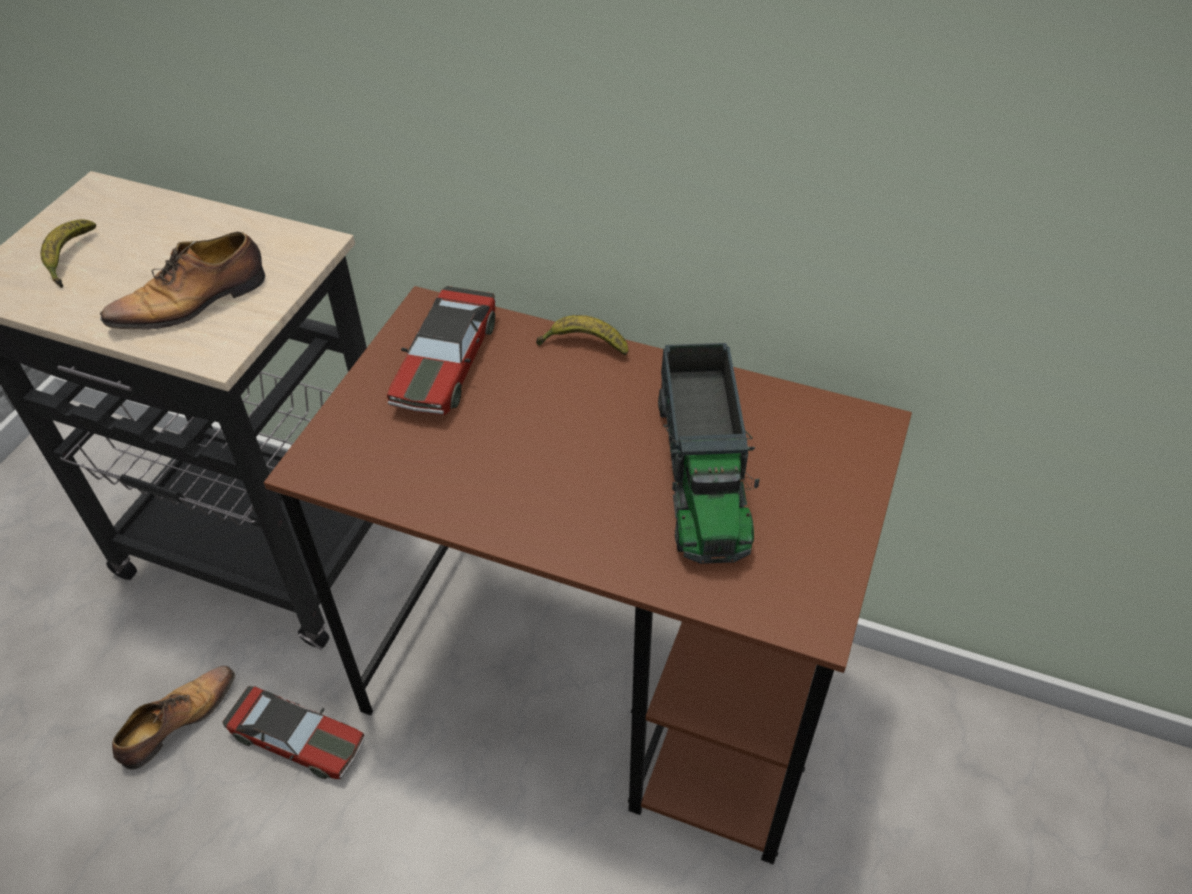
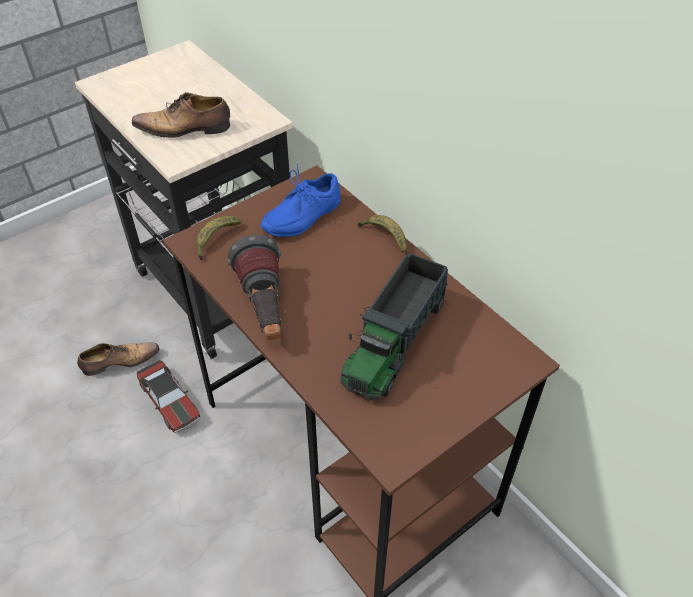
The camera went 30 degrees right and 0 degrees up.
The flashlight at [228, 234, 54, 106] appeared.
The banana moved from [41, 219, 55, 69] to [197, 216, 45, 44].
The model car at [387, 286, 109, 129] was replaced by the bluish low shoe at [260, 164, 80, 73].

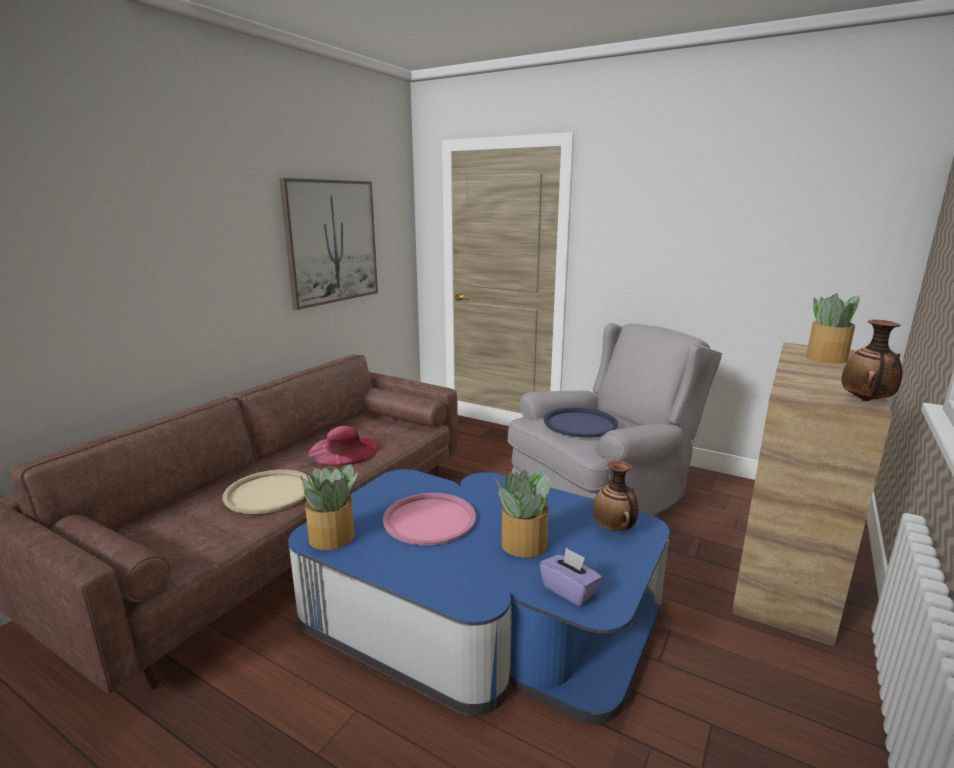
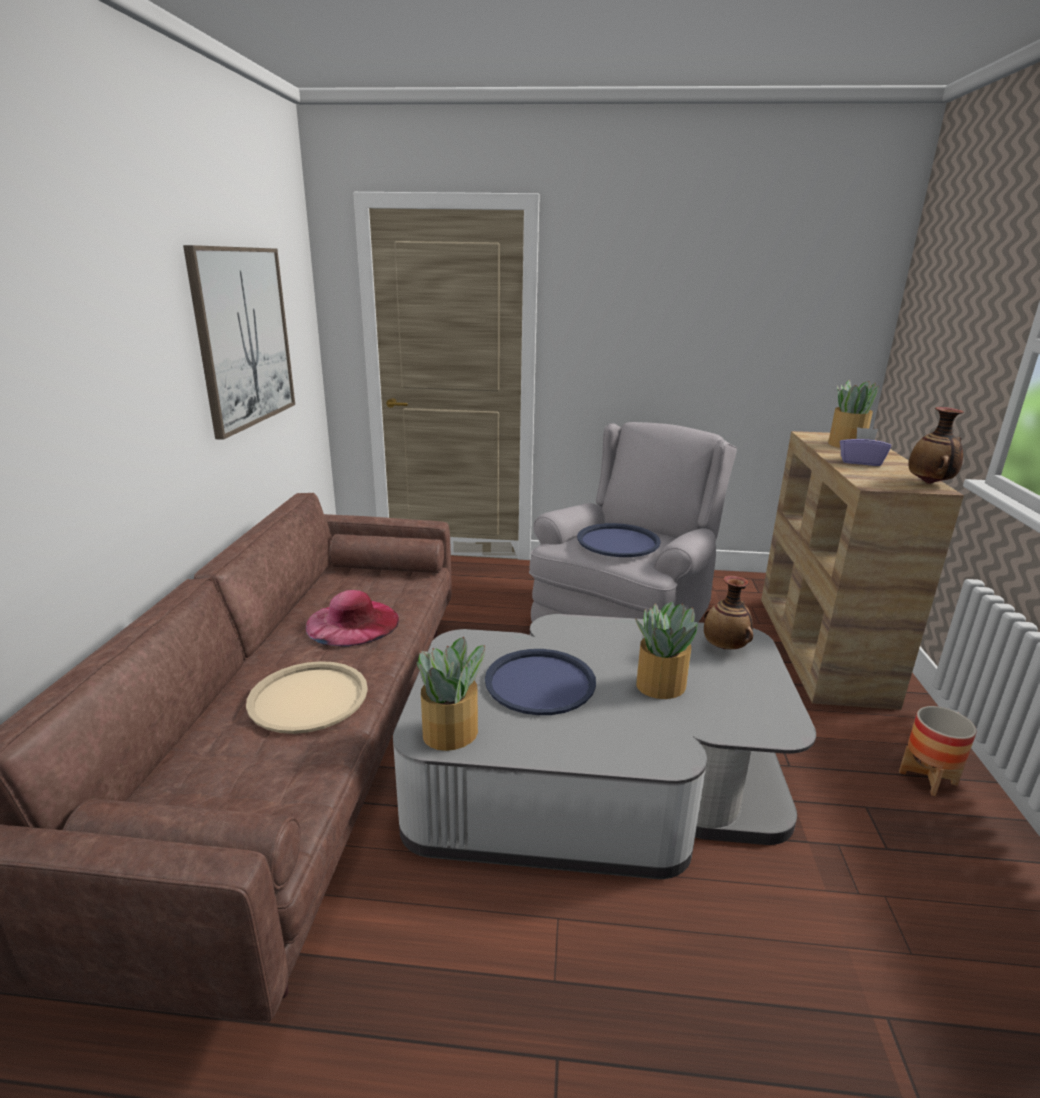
The camera went 25 degrees left and 5 degrees up.
The plant pot at [899, 706, 77, 90] appeared.
The purple box of tissues moved from [540, 547, 62, 59] to [840, 427, 51, 39].
The bluish lounge table at [288, 469, 382, 255] became the greyish lounge table at [393, 614, 423, 265].
The pink-coloured tray at [383, 493, 93, 53] became the bluish tray at [485, 649, 111, 66].

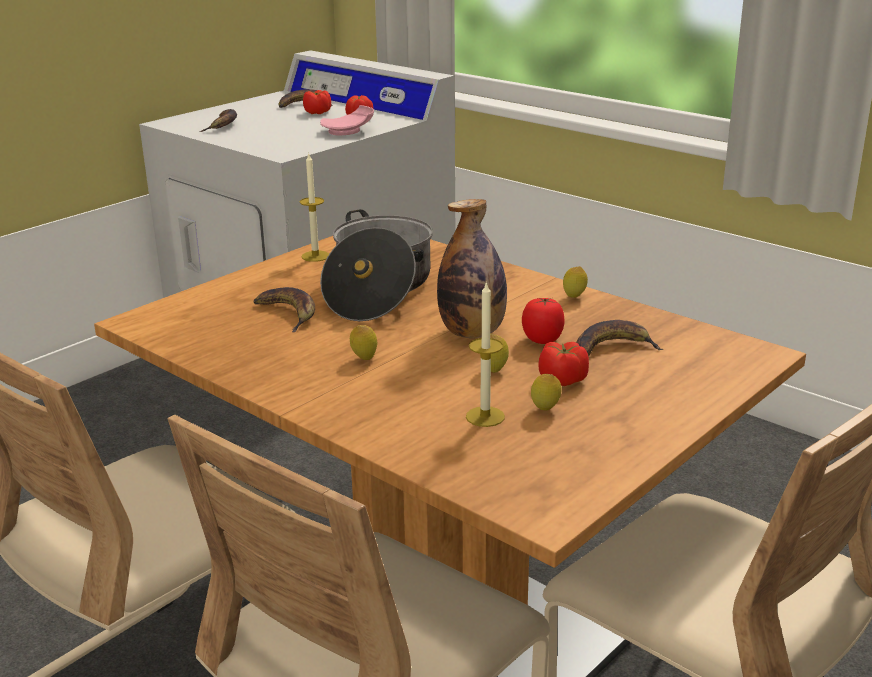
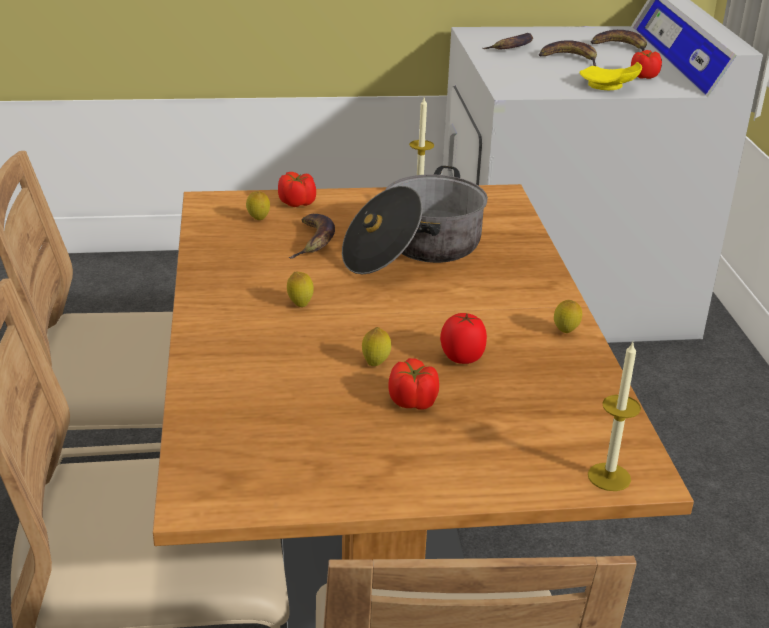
The camera went 40 degrees right and 5 degrees up.
The beverage bottle at [437, 199, 70, 139] disappeared.
The tomato moved from [303, 90, 28, 24] to [278, 172, 38, 35].
The wax light moved from [466, 281, 39, 146] to [588, 342, 53, 149].
The lemon moved from [531, 374, 31, 37] to [246, 191, 24, 29].
The banana moved from [576, 320, 87, 37] to [539, 40, 58, 26].
The pink-coloured flat dish at [320, 105, 54, 31] became the yellowish flat dish at [579, 62, 63, 29].

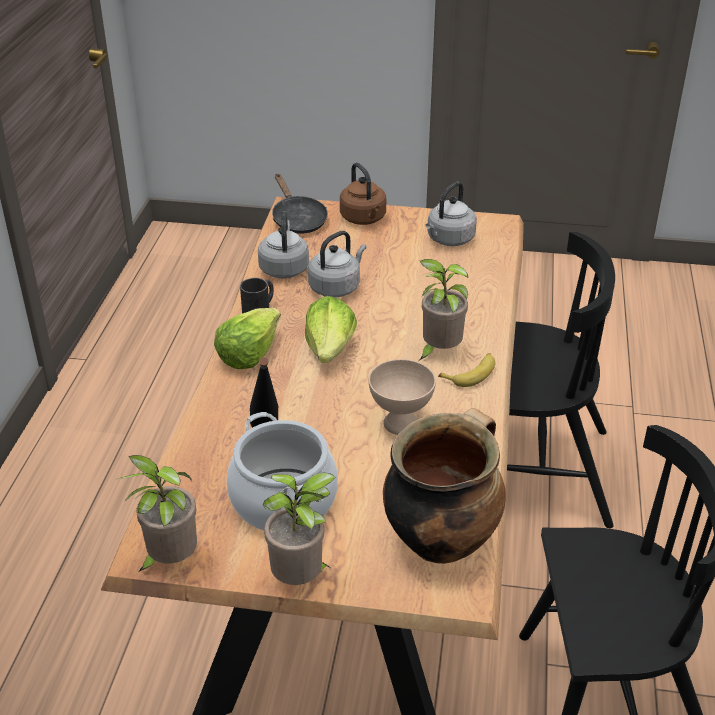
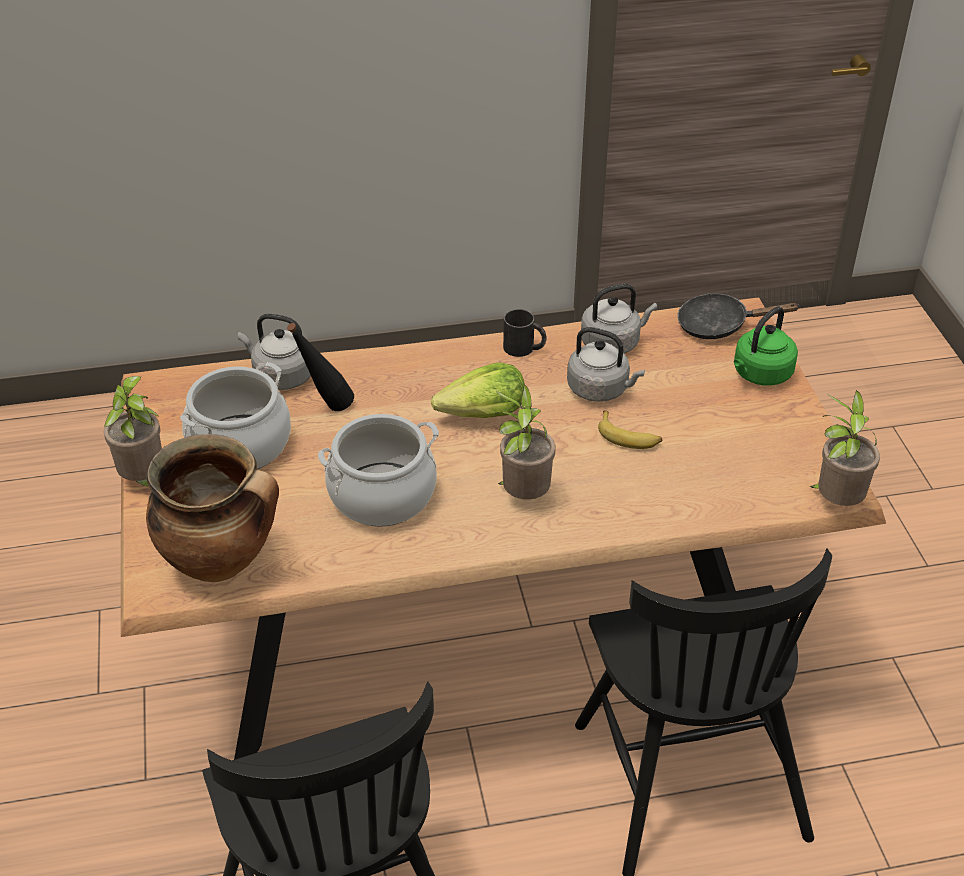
The camera went 70 degrees right and 5 degrees up.
The lettuce head at [214, 308, 67, 61] disappeared.
The plant in a pot moved from [118, 455, 79, 117] to [810, 390, 70, 116].
The greyish water kettle moved from [426, 181, 51, 65] to [238, 314, 73, 76].
The banana moved from [438, 353, 57, 34] to [598, 410, 64, 39].
The beige-coloured serving bowl at [369, 359, 67, 76] was replaced by the stockpot at [318, 414, 121, 113].
The brown water kettle at [340, 162, 46, 63] became the green-coloured water kettle at [734, 306, 64, 80].
The black-coloured skillet at [272, 174, 56, 60] turned 45 degrees clockwise.

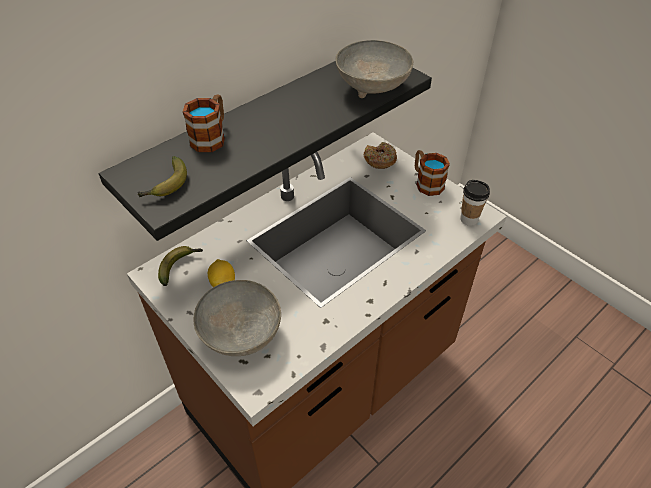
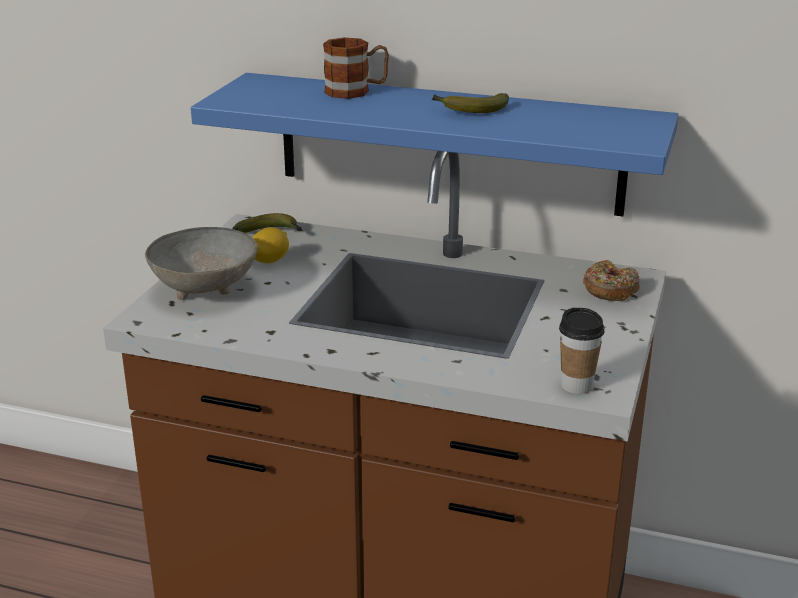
The camera went 60 degrees right and 20 degrees down.
The greyish serving bowl at [336, 40, 77, 58] disappeared.
The tea mug at [415, 150, 35, 46] disappeared.
The banana moved from [138, 156, 49, 41] to [431, 93, 78, 20].
The black-coloured bracket shelf at [99, 61, 333, 180] became the bluish bracket shelf at [191, 73, 488, 144].

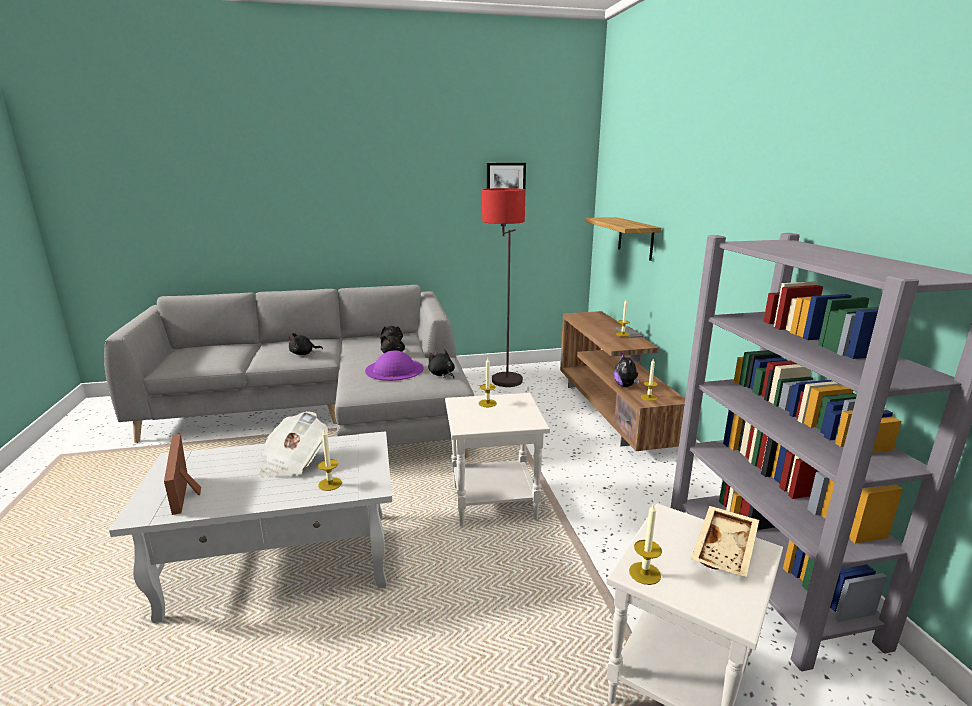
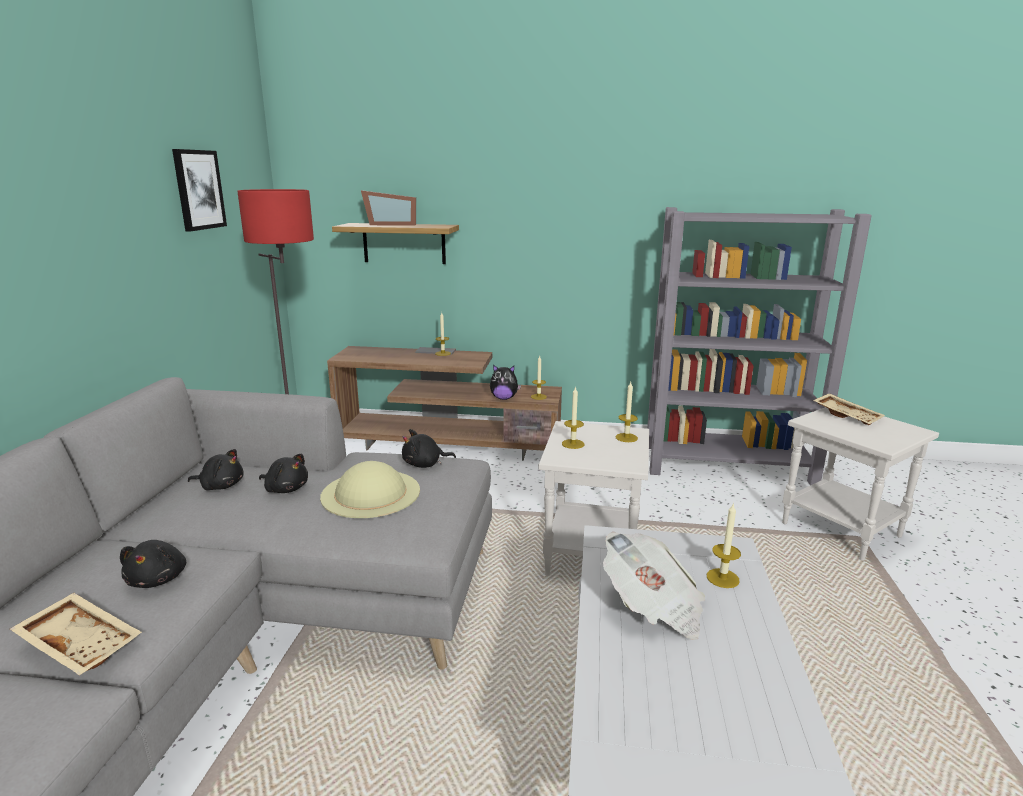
The camera went 70 degrees left and 0 degrees up.
The beige-coloured tray at [10, 593, 132, 83] appeared.
The picture frame moved from [164, 434, 37, 81] to [361, 190, 55, 35].
The wax light moved from [629, 503, 33, 82] to [616, 382, 22, 60].
The purple wearable hat at [365, 351, 59, 30] became the beige-coloured wearable hat at [320, 461, 100, 57].

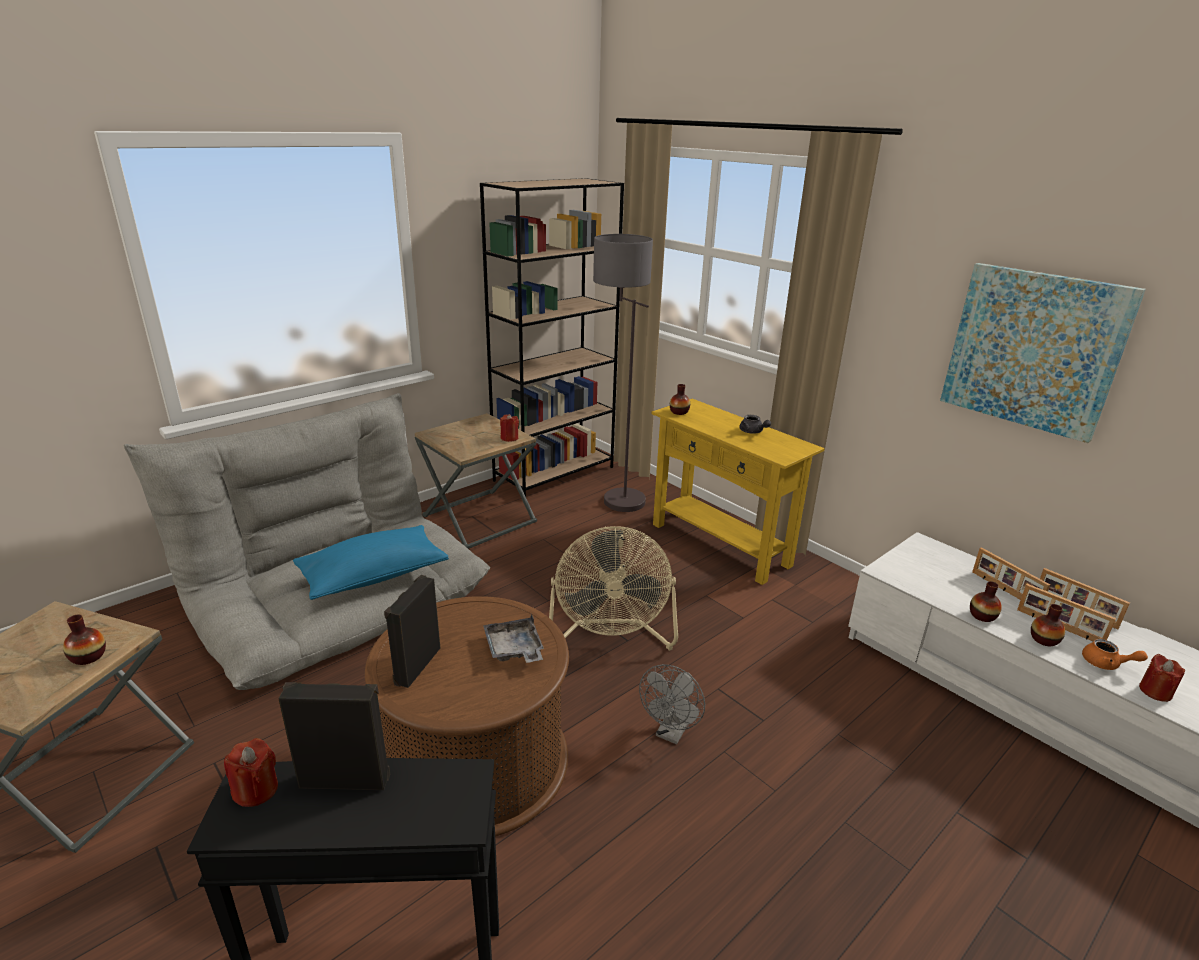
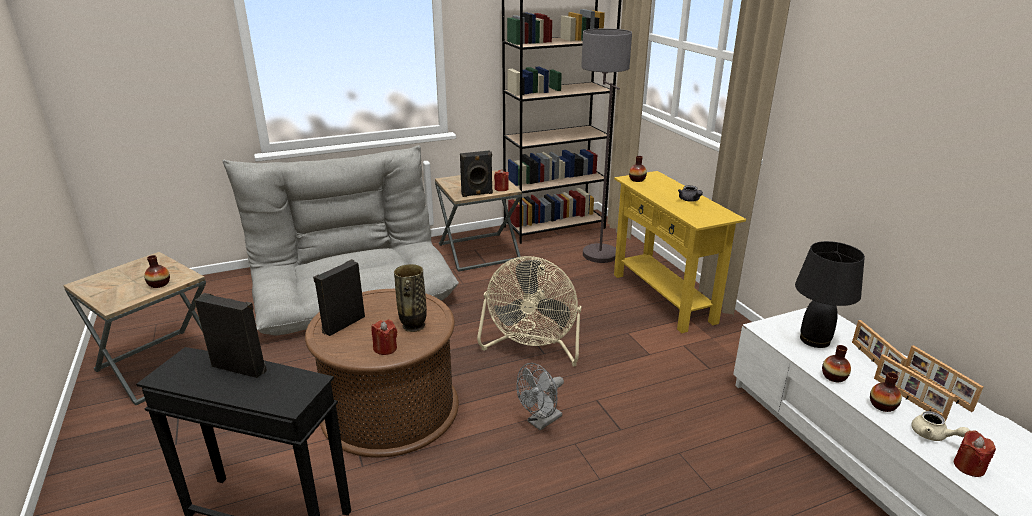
The camera went 20 degrees right and 0 degrees up.
The bluish throw pillow at [293, 525, 156, 75] disappeared.
The wall art at [940, 263, 206, 180] disappeared.
The black-coloured audio speaker at [460, 150, 33, 47] appeared.
The black-coloured lamp for a table at [795, 241, 70, 107] appeared.
The reddish wax light moved from [224, 738, 54, 69] to [371, 320, 26, 35].
The greyish tray at [483, 614, 61, 49] was replaced by the flower vase at [394, 264, 33, 68].
The orange pot for tea at [1082, 639, 66, 31] became the beige-coloured pot for tea at [912, 411, 58, 30].

